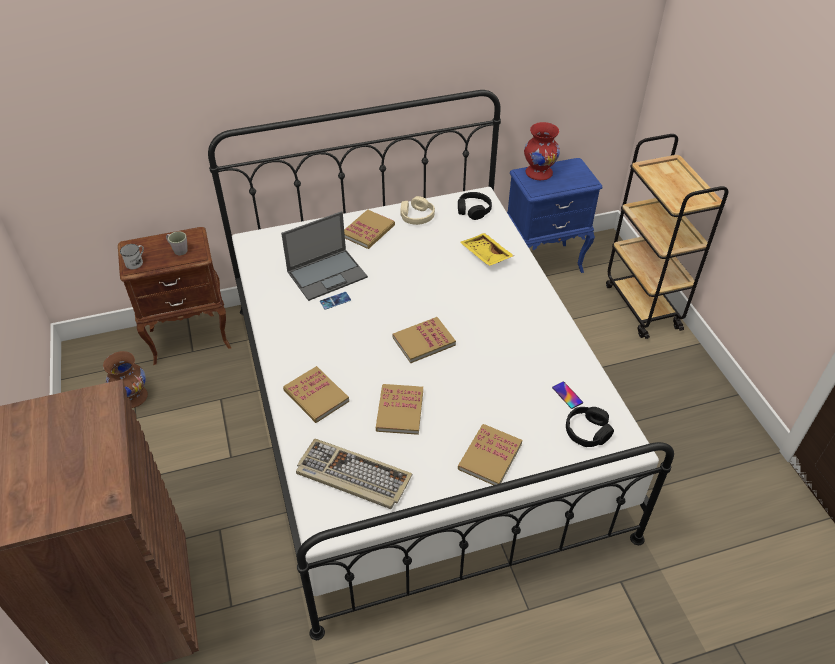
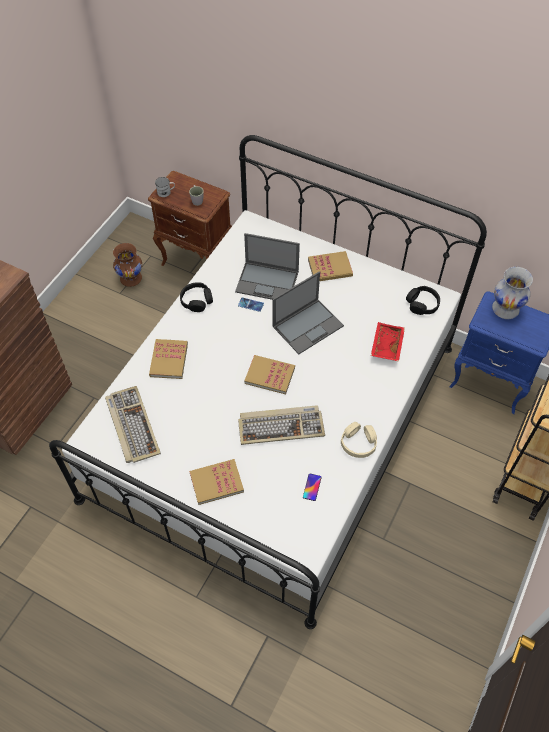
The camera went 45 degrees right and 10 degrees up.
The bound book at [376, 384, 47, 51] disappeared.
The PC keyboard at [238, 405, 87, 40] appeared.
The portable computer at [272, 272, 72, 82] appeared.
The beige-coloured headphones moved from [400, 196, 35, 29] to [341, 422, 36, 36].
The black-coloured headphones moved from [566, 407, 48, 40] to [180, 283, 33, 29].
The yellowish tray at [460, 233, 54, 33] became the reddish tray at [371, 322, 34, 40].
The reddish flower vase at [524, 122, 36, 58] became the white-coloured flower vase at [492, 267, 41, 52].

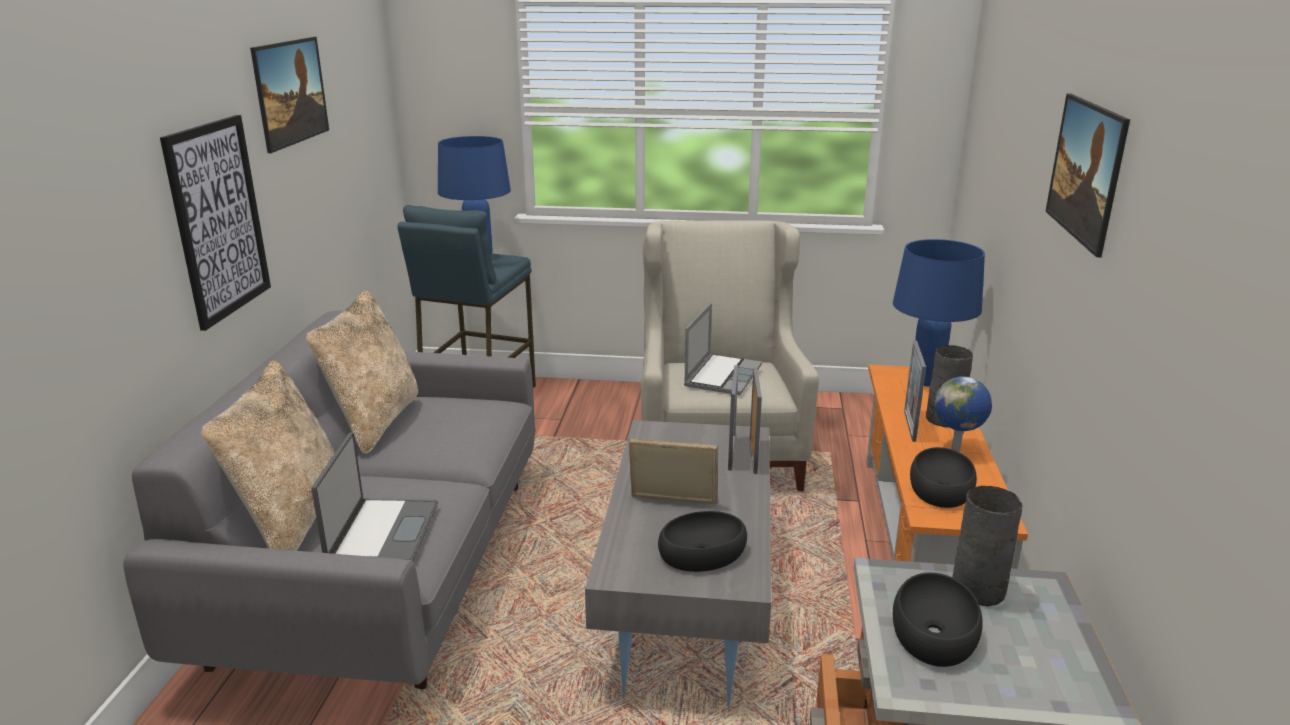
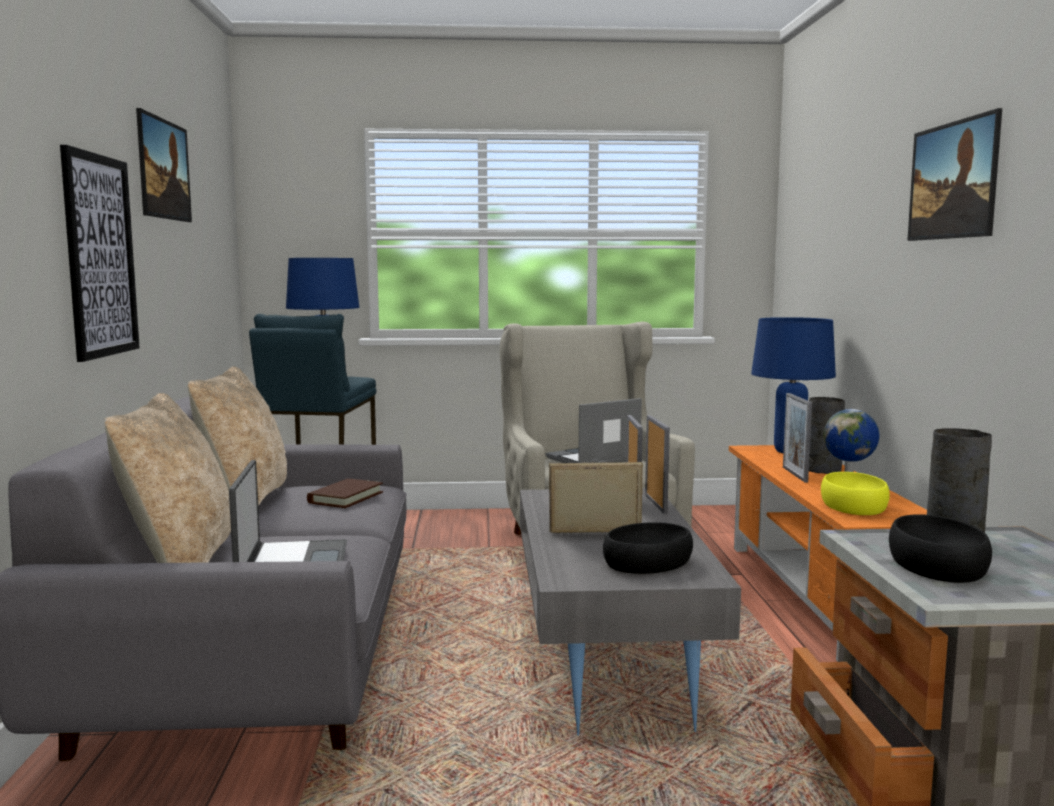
The camera went 10 degrees left and 15 degrees down.
The brown bound book at [307, 479, 76, 29] appeared.
The black-coloured serving bowl at [910, 447, 67, 61] became the yellowish serving bowl at [821, 472, 69, 43].
The portable computer at [684, 303, 78, 92] turned 135 degrees counterclockwise.

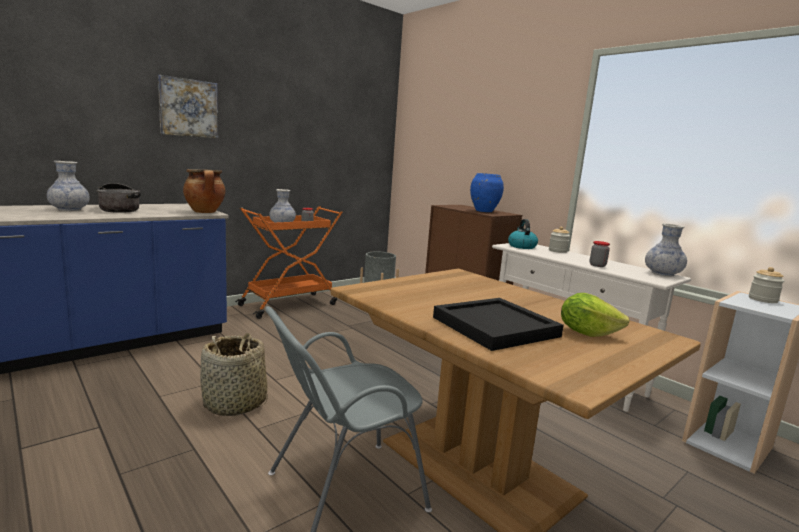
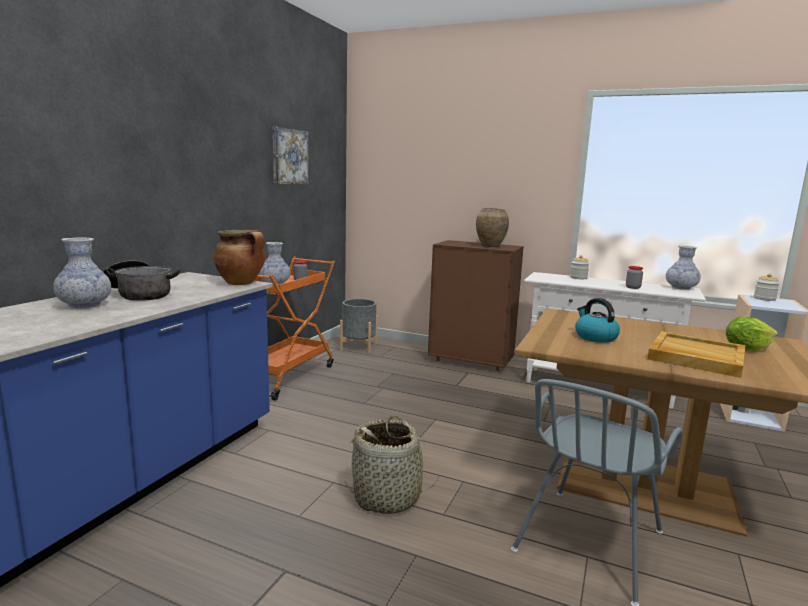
The camera went 25 degrees left and 0 degrees up.
The wall art moved from [158, 75, 60, 63] to [273, 127, 36, 57].
The water kettle moved from [508, 219, 30, 30] to [575, 298, 45, 45].
The black-coloured tray at [433, 298, 131, 53] became the beige-coloured tray at [647, 331, 98, 47].
The bluish flower vase at [470, 173, 34, 39] became the brown flower vase at [476, 208, 33, 39].

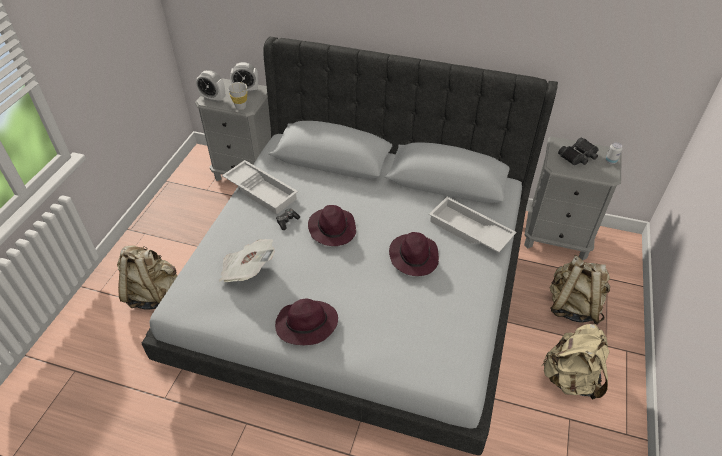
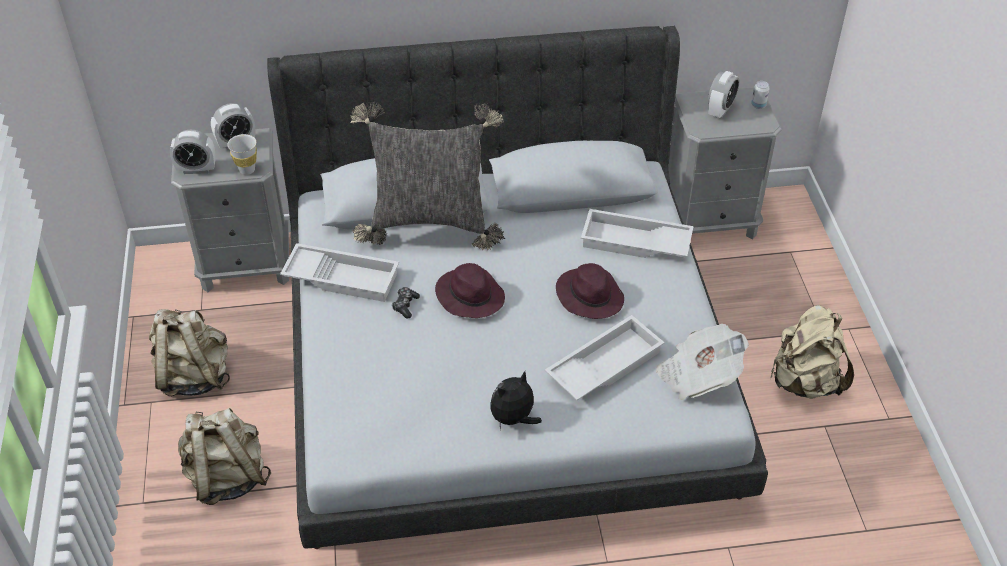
The camera went 25 degrees left and 0 degrees up.
The throw pillow at [351, 101, 154, 149] appeared.
The white-coloured tray at [545, 315, 120, 85] appeared.
The newspaper moved from [219, 239, 56, 43] to [656, 324, 93, 76].
The beige-coloured backpack moved from [549, 255, 61, 70] to [149, 309, 81, 88].
The purple wearable hat at [275, 299, 63, 46] was replaced by the cuddly toy at [491, 371, 51, 58].
The black-coloured pair of binoculars at [558, 138, 41, 27] was replaced by the alarm clock at [708, 71, 31, 48].

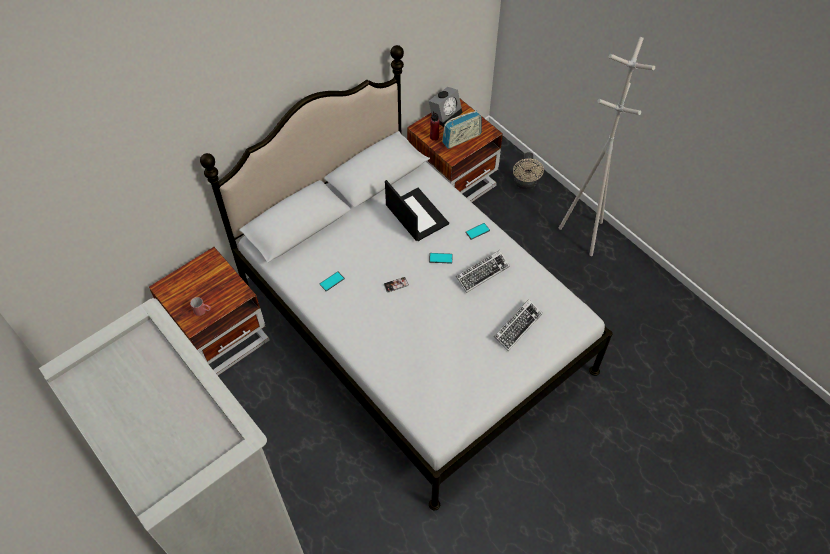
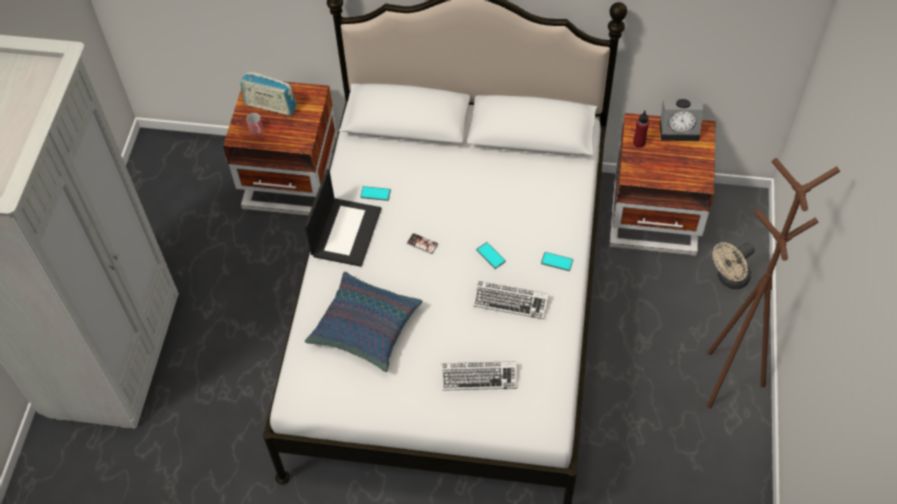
The camera went 50 degrees right and 0 degrees up.
The bluish throw pillow at [305, 272, 118, 100] appeared.
The portable computer moved from [385, 180, 64, 61] to [305, 169, 76, 98].
The radio receiver moved from [442, 111, 40, 38] to [241, 72, 55, 44].
The greyish garment rack at [559, 37, 96, 219] became the brown garment rack at [707, 158, 133, 251].

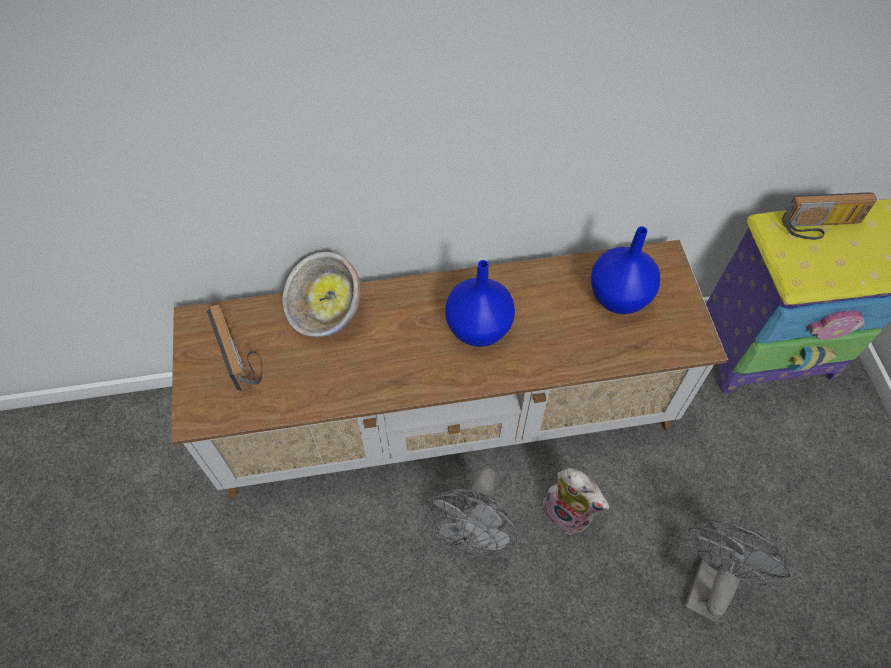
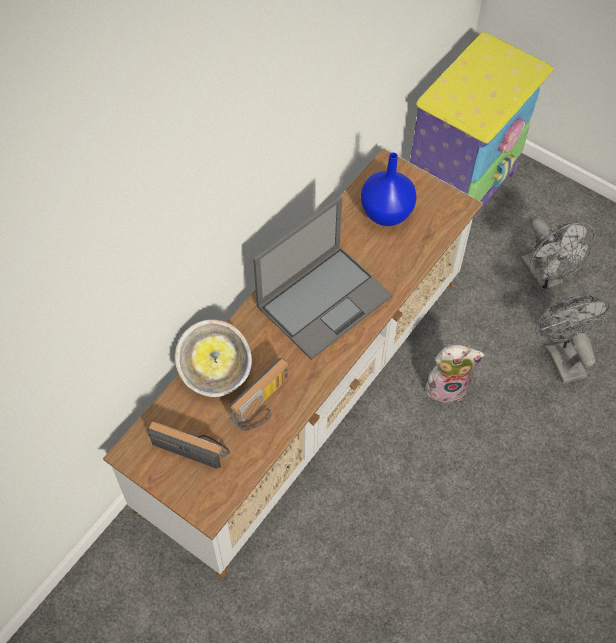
The camera went 45 degrees left and 0 degrees up.
The greyish fan moved from [423, 467, 95, 89] to [521, 218, 73, 73].
The radio receiver moved from [782, 192, 95, 48] to [230, 358, 59, 73].
The bluish flower vase at [445, 260, 70, 87] was replaced by the portable computer at [253, 196, 140, 164].

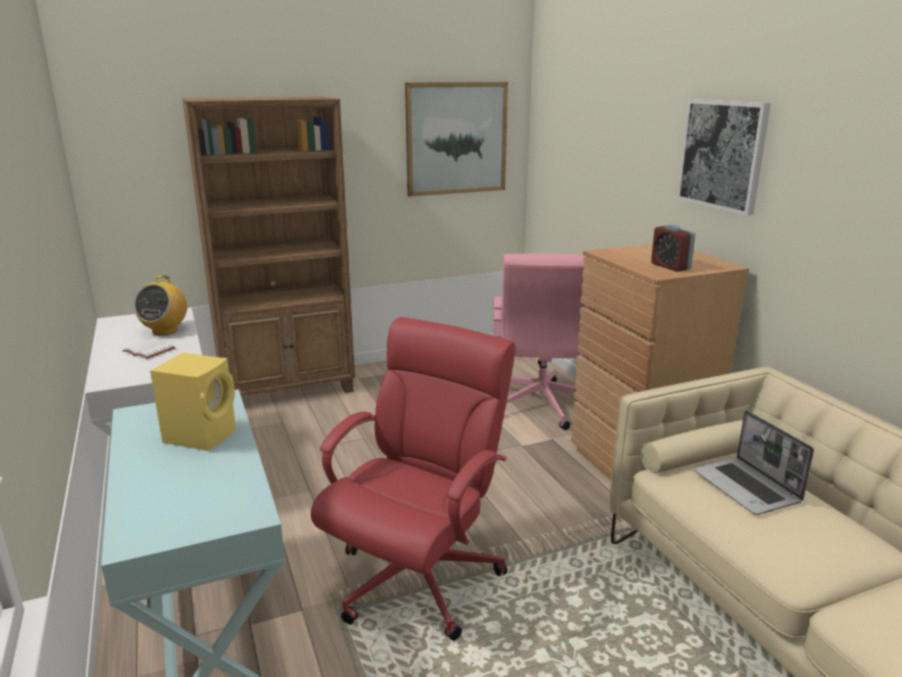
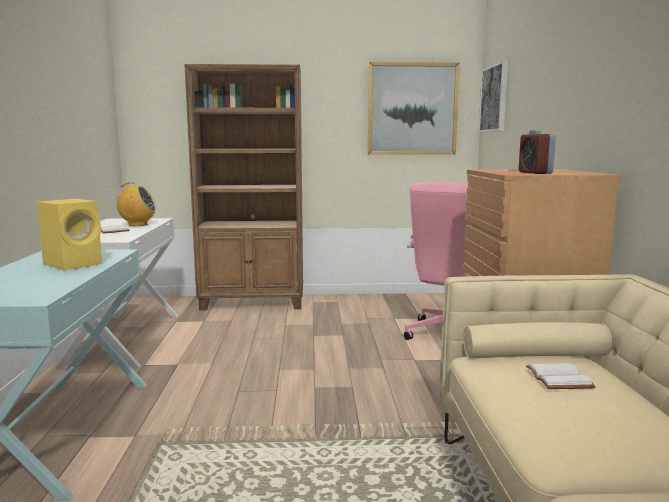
The camera went 20 degrees right and 10 degrees down.
The reddish computer chair at [311, 317, 204, 324] disappeared.
The wall art moved from [677, 99, 94, 117] to [479, 60, 29, 72].
The portable computer at [694, 410, 120, 105] was replaced by the white-coloured bound book at [526, 363, 70, 26].
The radio receiver at [134, 275, 53, 60] turned 120 degrees counterclockwise.

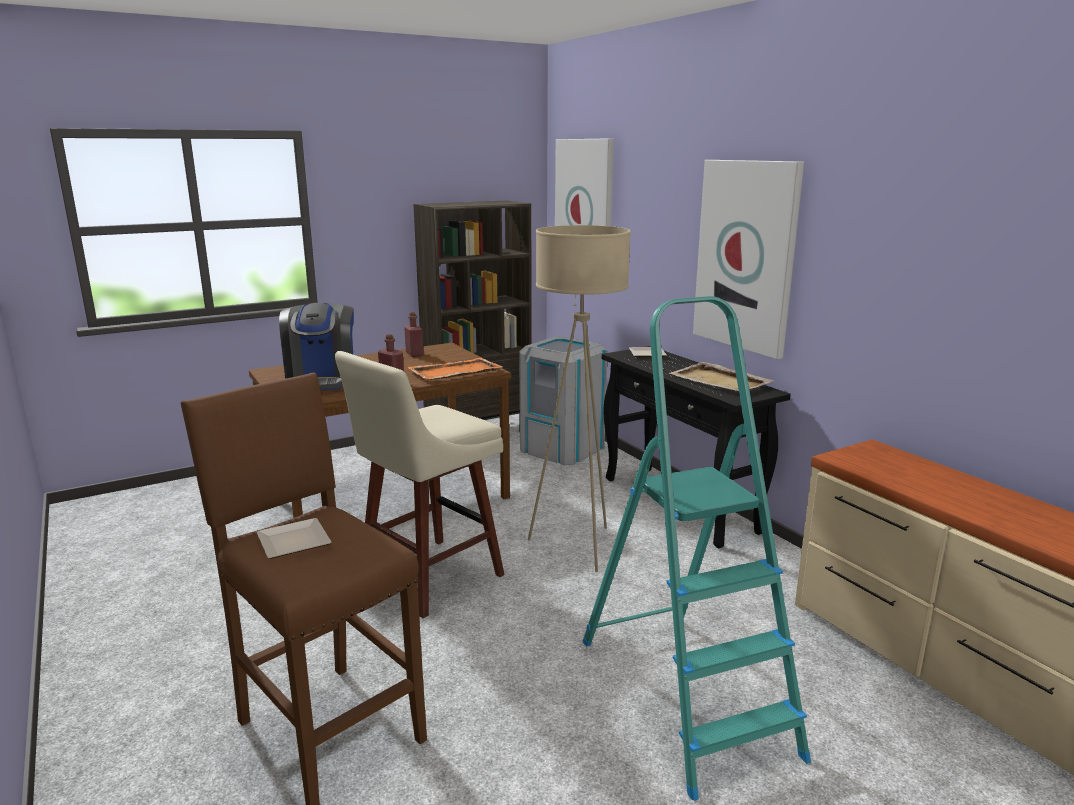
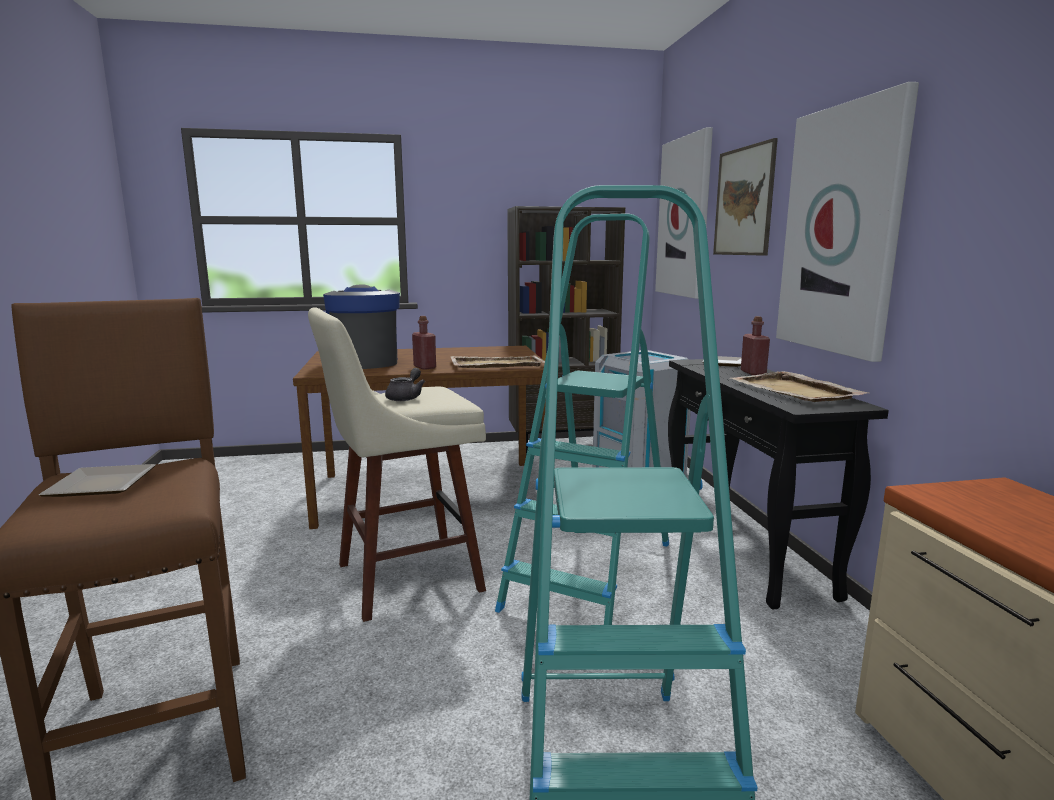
The camera went 20 degrees right and 5 degrees down.
The greyish pot for tea at [385, 368, 40, 33] appeared.
The wall art at [713, 138, 65, 118] appeared.
The reddish beverage bottle moved from [404, 312, 19, 45] to [741, 316, 29, 59].
The beige-coloured standing lamp at [528, 225, 103, 347] was replaced by the turquoise-coloured stepladder at [495, 213, 174, 412].
The orange tray at [407, 358, 96, 22] became the beige-coloured tray at [451, 355, 94, 13].
The coffee machine at [279, 303, 75, 88] turned 150 degrees clockwise.

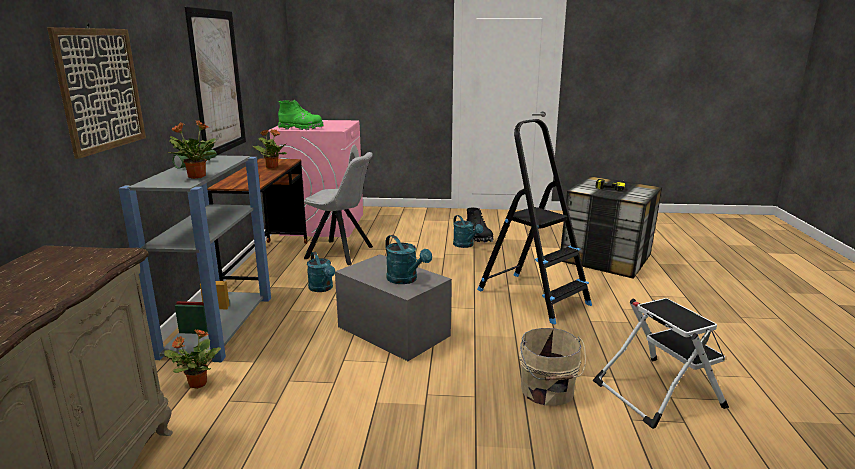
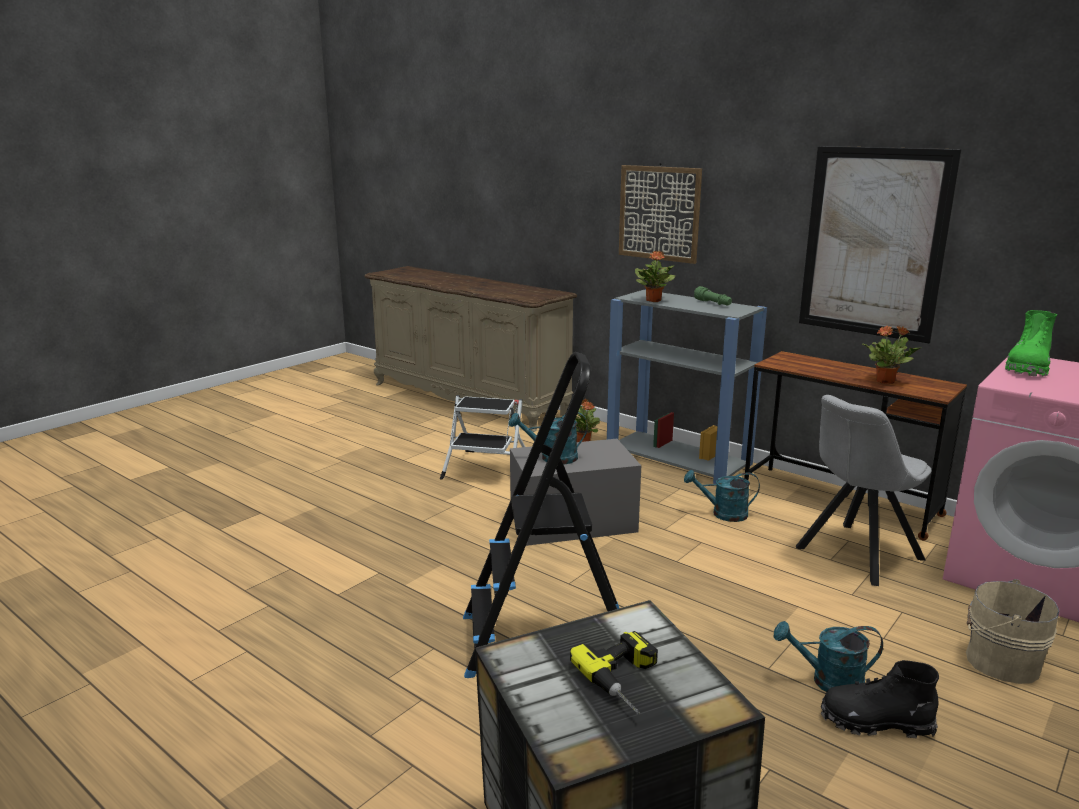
The camera went 125 degrees right and 0 degrees up.
The beige-coloured water bucket moved from [519, 328, 67, 78] to [966, 579, 93, 105].
The stepladder moved from [593, 298, 136, 131] to [440, 395, 85, 84].

